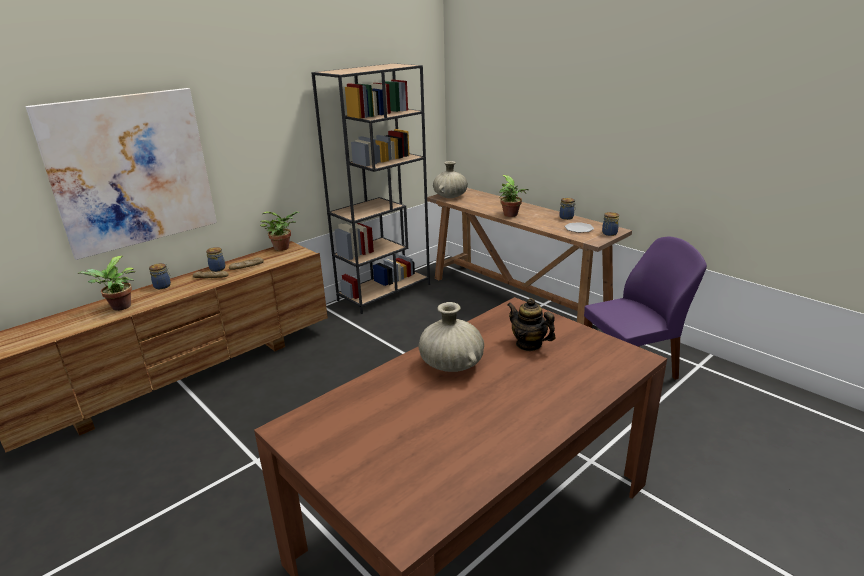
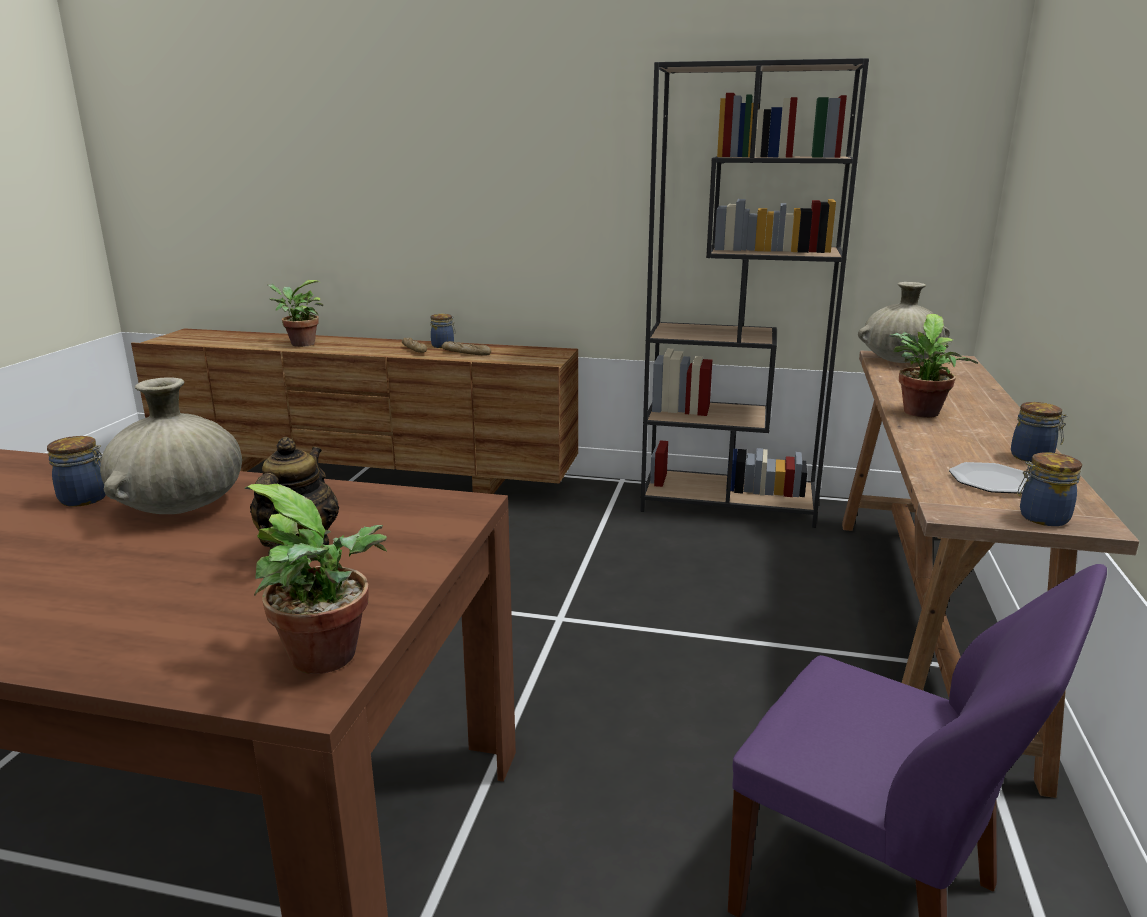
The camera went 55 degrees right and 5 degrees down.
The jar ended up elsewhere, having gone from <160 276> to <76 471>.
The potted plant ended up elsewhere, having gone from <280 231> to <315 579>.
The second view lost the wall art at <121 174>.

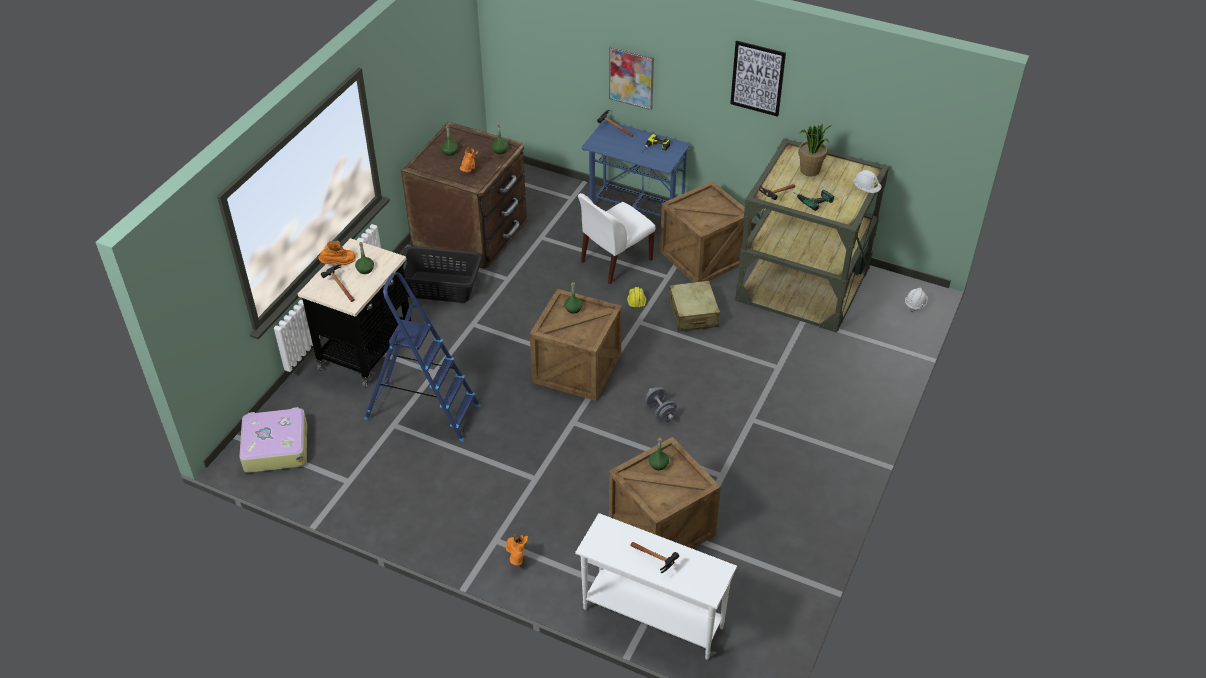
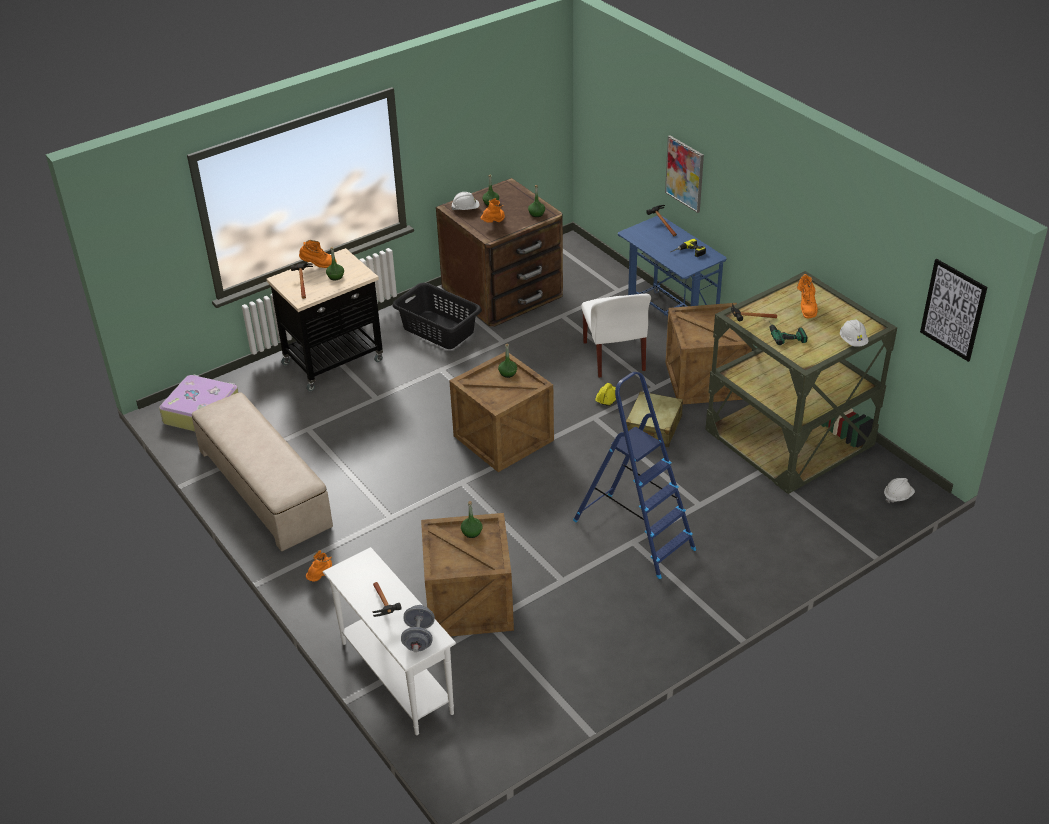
The camera went 30 degrees right and 5 degrees down.
The second view gained the beige indoor bench at <262 471>.
The greyish free weight ended up elsewhere, having gone from <661 404> to <418 628>.
The second view gained the whitish work helmet at <465 201>.
The bluish step ladder ended up elsewhere, having gone from <422 357> to <634 475>.
The whitish upright chair at <617 238> ended up facing another way, 90 degrees counterclockwise from before.
Where the potted plant stood at <815 150>, the orangey boot came to stand at <807 296>.
The wall art ended up elsewhere, having gone from <758 79> to <954 310>.

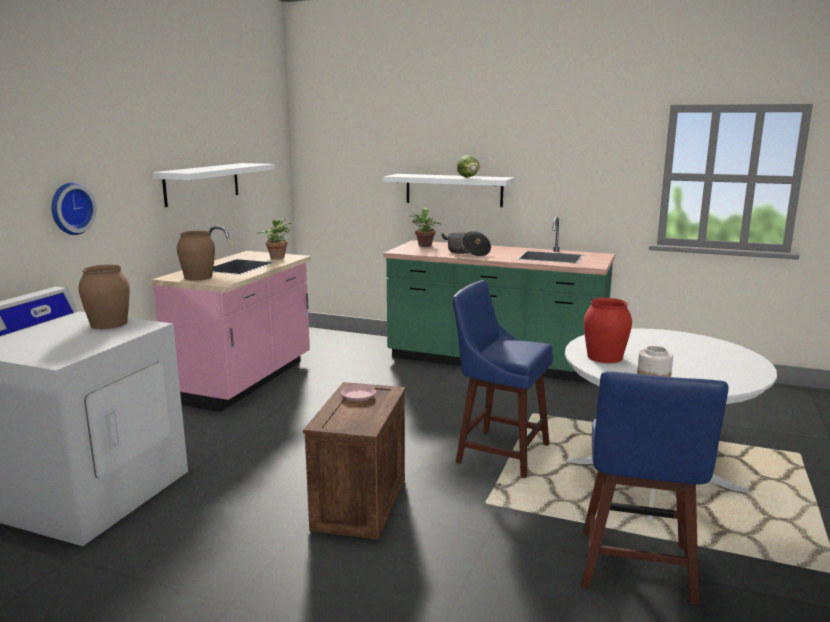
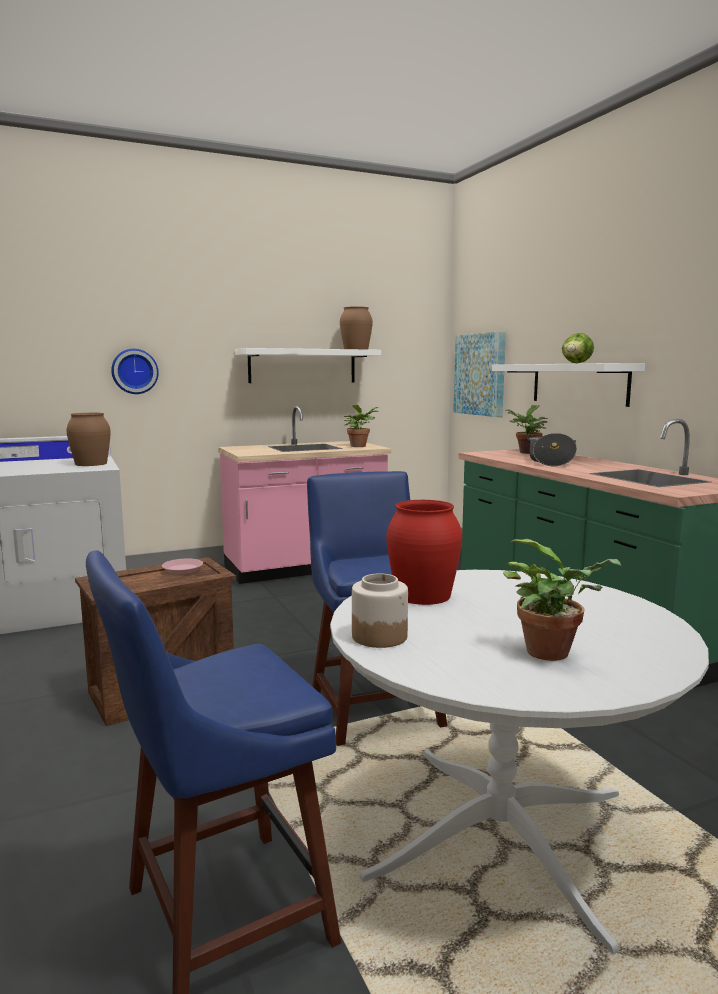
The camera went 45 degrees right and 5 degrees down.
The brownish vase ended up elsewhere, having gone from <196 255> to <356 327>.
The second view gained the wall art at <479 374>.
The second view gained the potted plant at <562 600>.

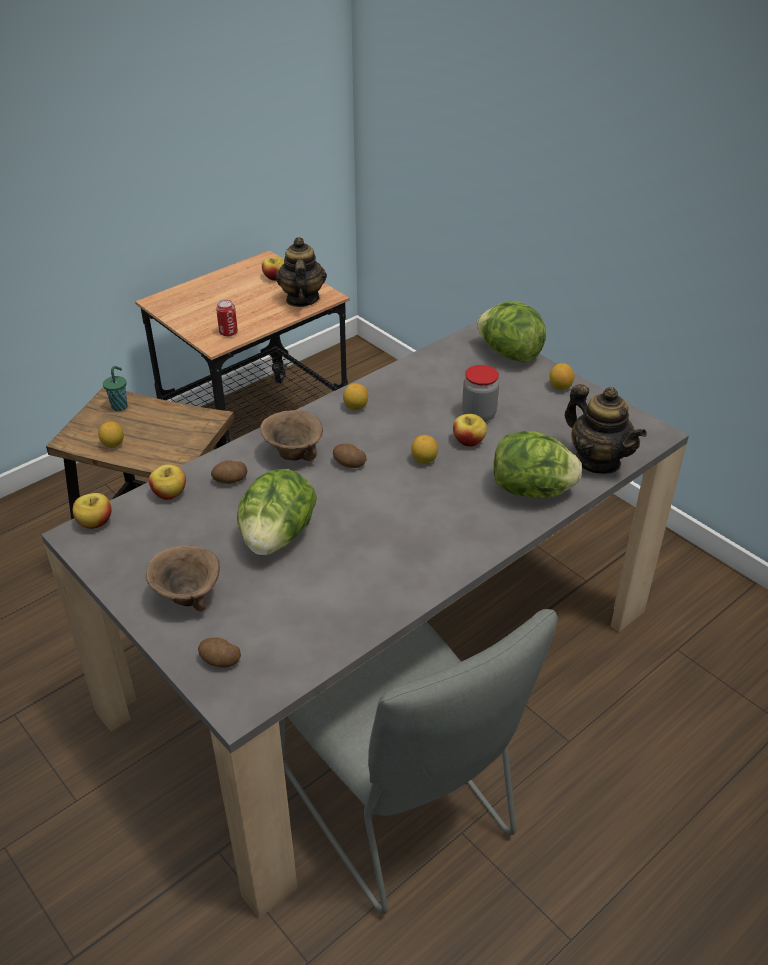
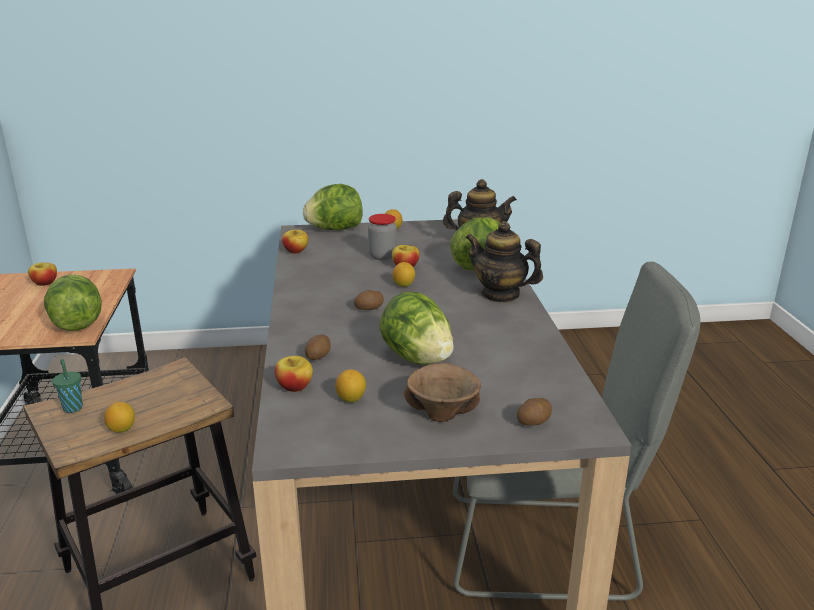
The camera went 55 degrees left and 15 degrees down.
Where the can stood at <227 318>, the head of lettuce came to stand at <73 303>.
The apple ended up elsewhere, having gone from <92 511> to <295 242>.
The lemon ended up elsewhere, having gone from <355 396> to <350 385>.
The tea pot ended up elsewhere, having gone from <301 272> to <504 262>.
The second view lost the brownish serving bowl at <291 435>.

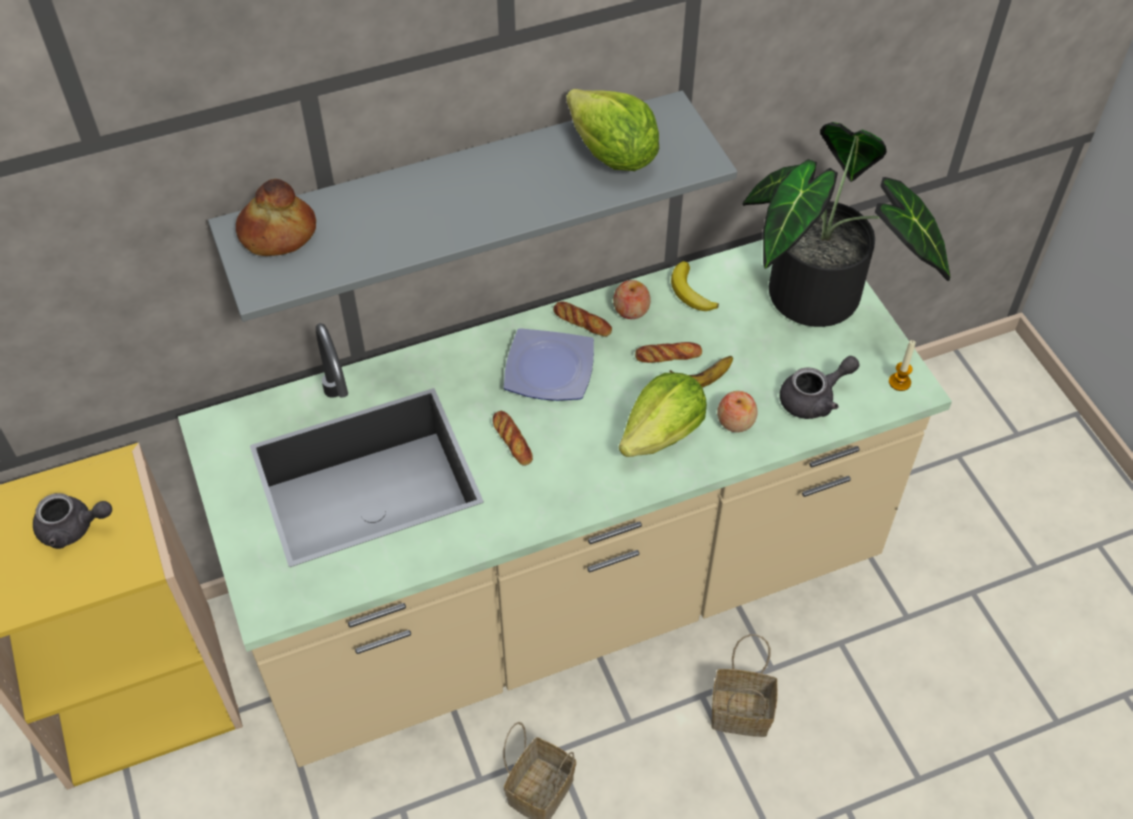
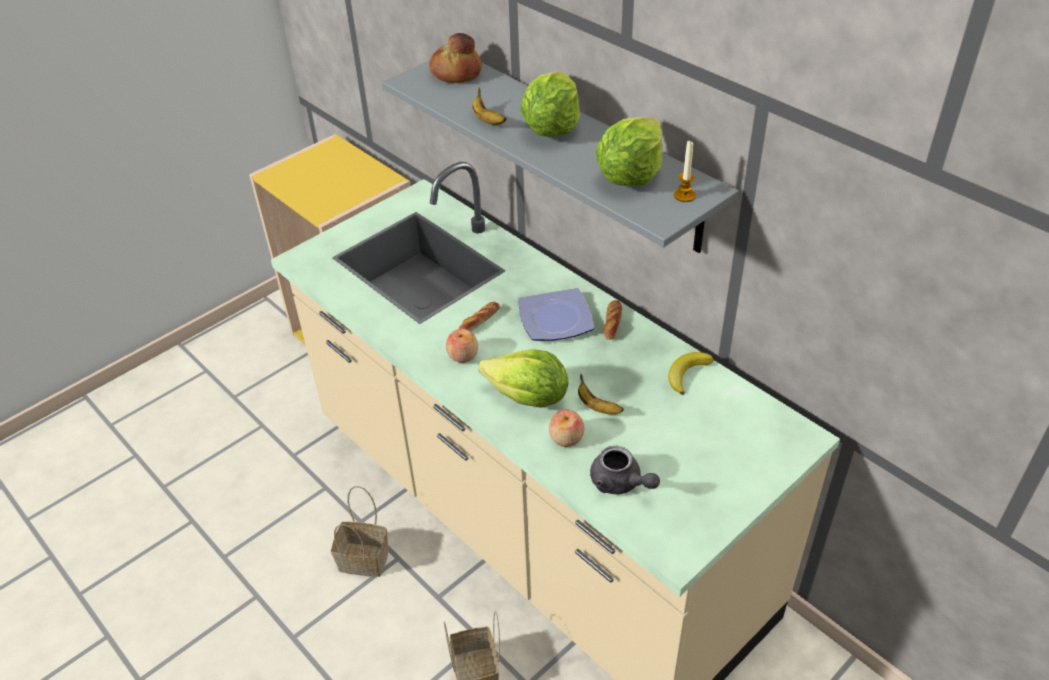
The camera went 70 degrees right and 10 degrees down.
The apple ended up elsewhere, having gone from <632 299> to <462 346>.
The second view gained the banana at <489 106>.
The second view gained the head of lettuce at <550 104>.
The wax candle ended up elsewhere, having gone from <902 365> to <685 171>.
The second view lost the greyish tea pot at <72 521>.
The second view lost the baked bread at <668 352>.
The second view lost the potted plant at <846 224>.

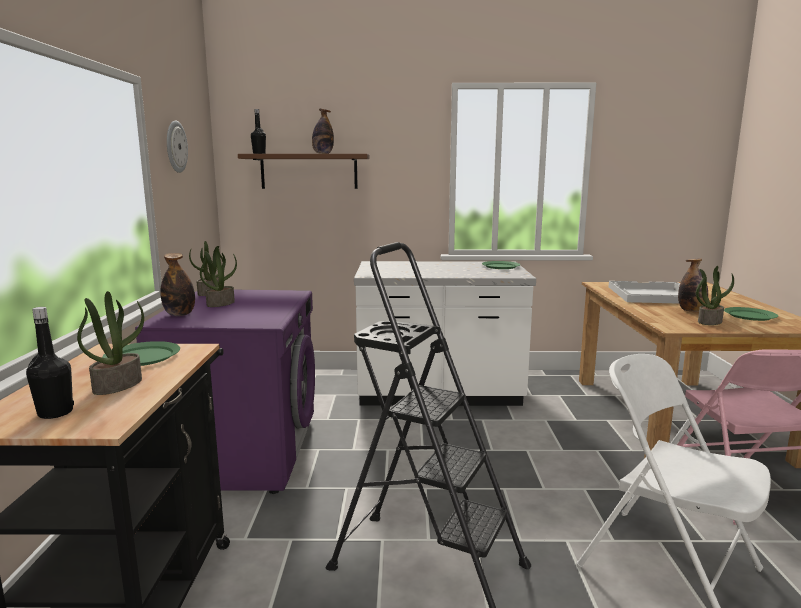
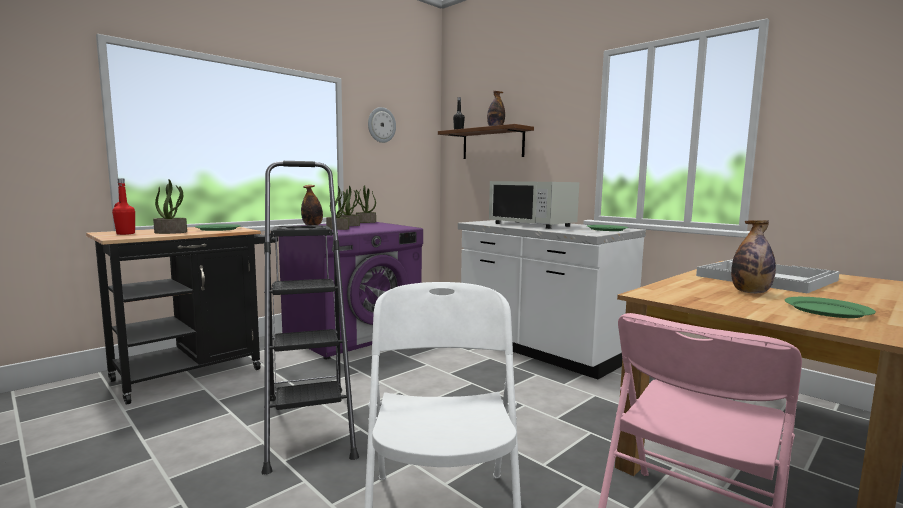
The camera went 45 degrees right and 5 degrees down.
What was the black-coloured beverage bottle at <50 363> turned into the red-coloured beverage bottle at <123 207>.
The potted plant ended up elsewhere, having gone from <715 295> to <337 208>.
The second view gained the whitish microwave oven at <534 205>.

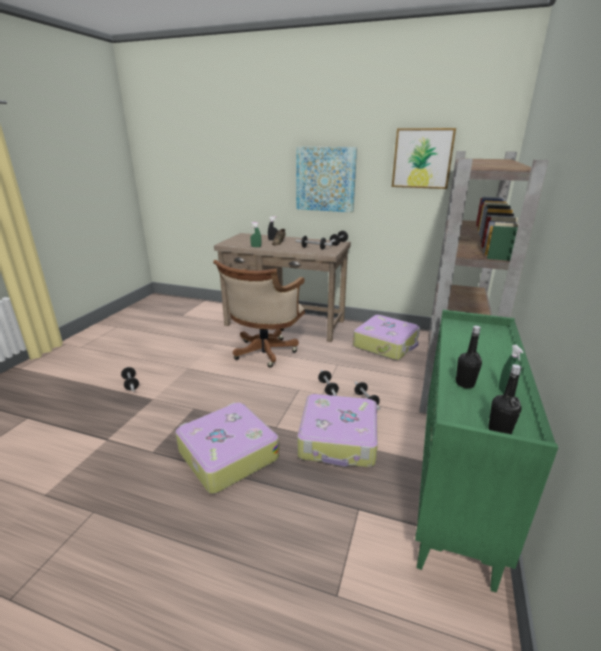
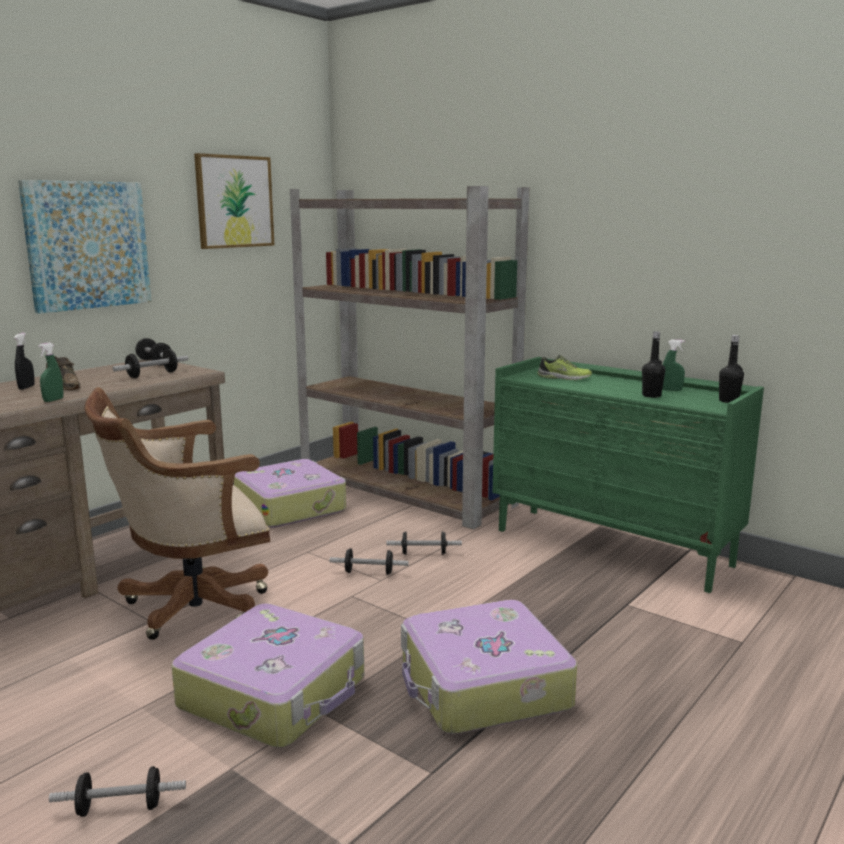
The camera went 70 degrees left and 10 degrees down.
The office chair at <259 314> ended up facing another way, 105 degrees clockwise from before.
The travel case ended up elsewhere, having gone from <337 430> to <267 676>.
The second view gained the item of footwear at <564 367>.

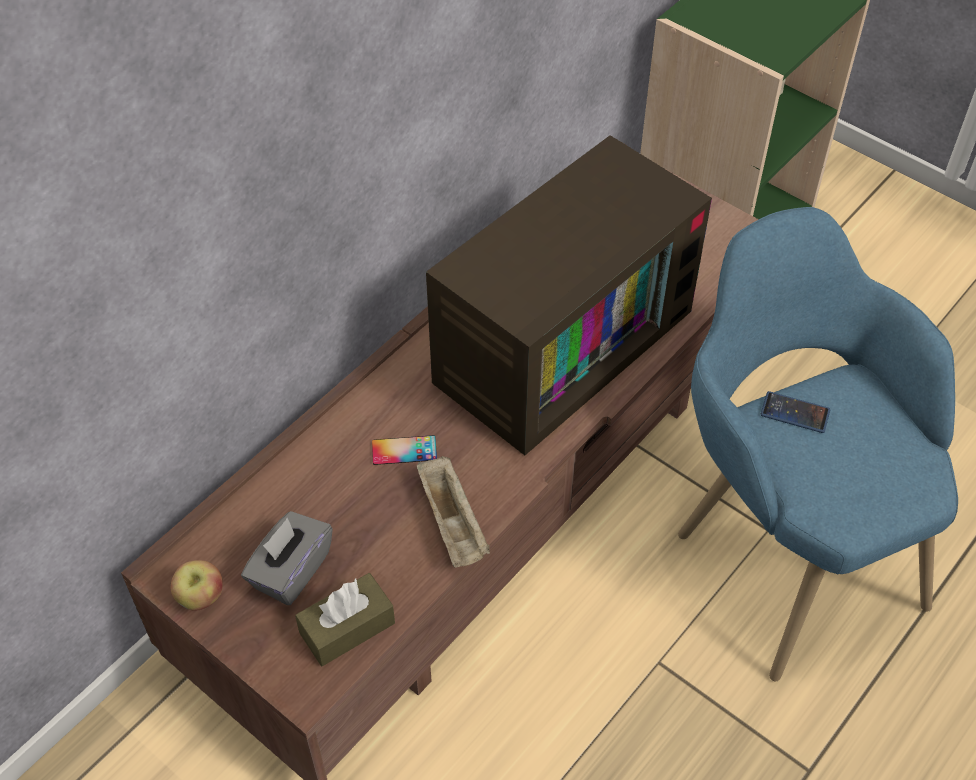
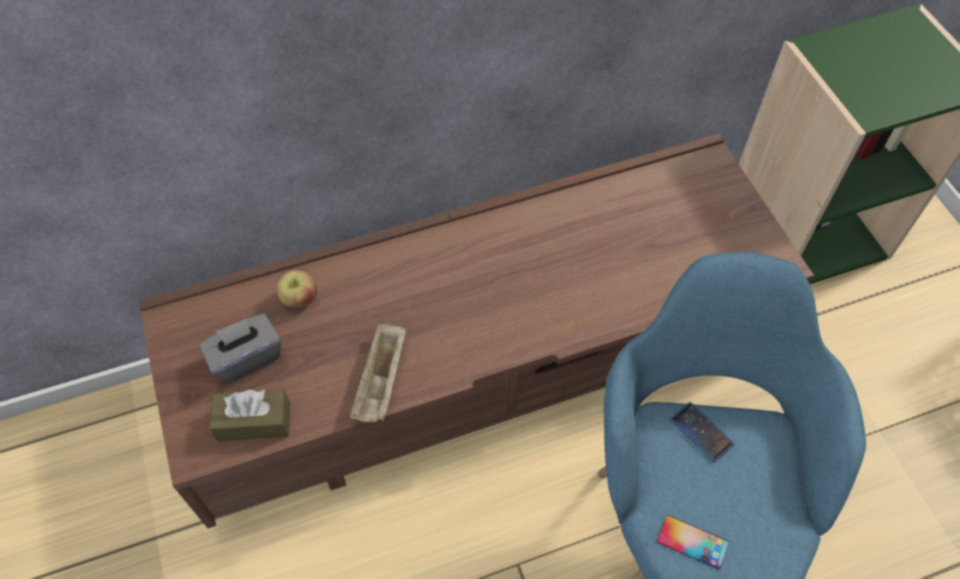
The camera went 30 degrees right and 5 degrees up.
The apple ended up elsewhere, having gone from <197 585> to <296 289>.
The phone ended up elsewhere, having gone from <404 450> to <693 542>.
The second view lost the TV set at <569 295>.

